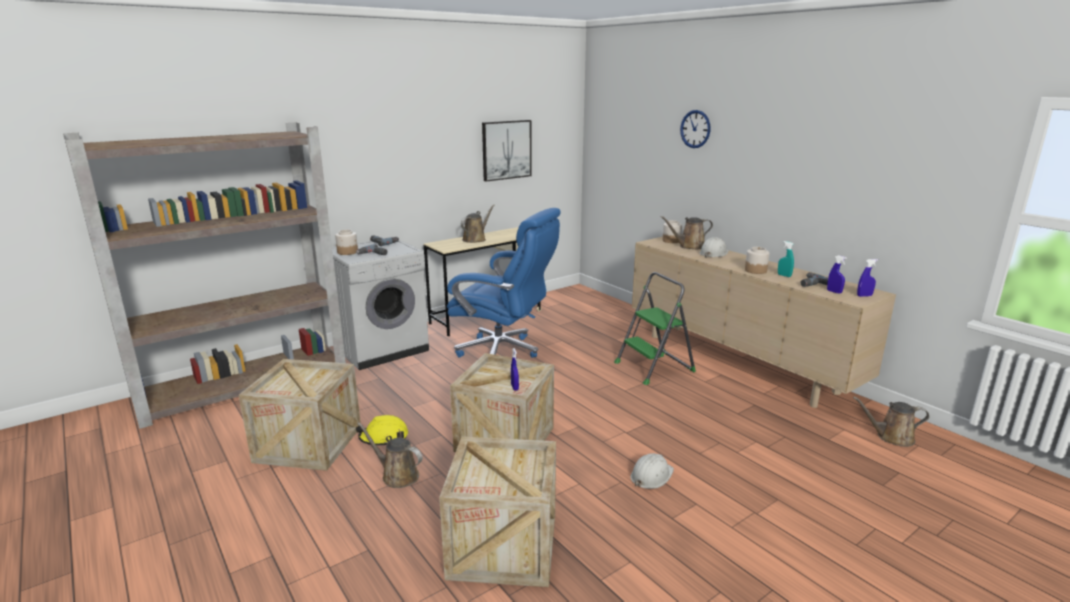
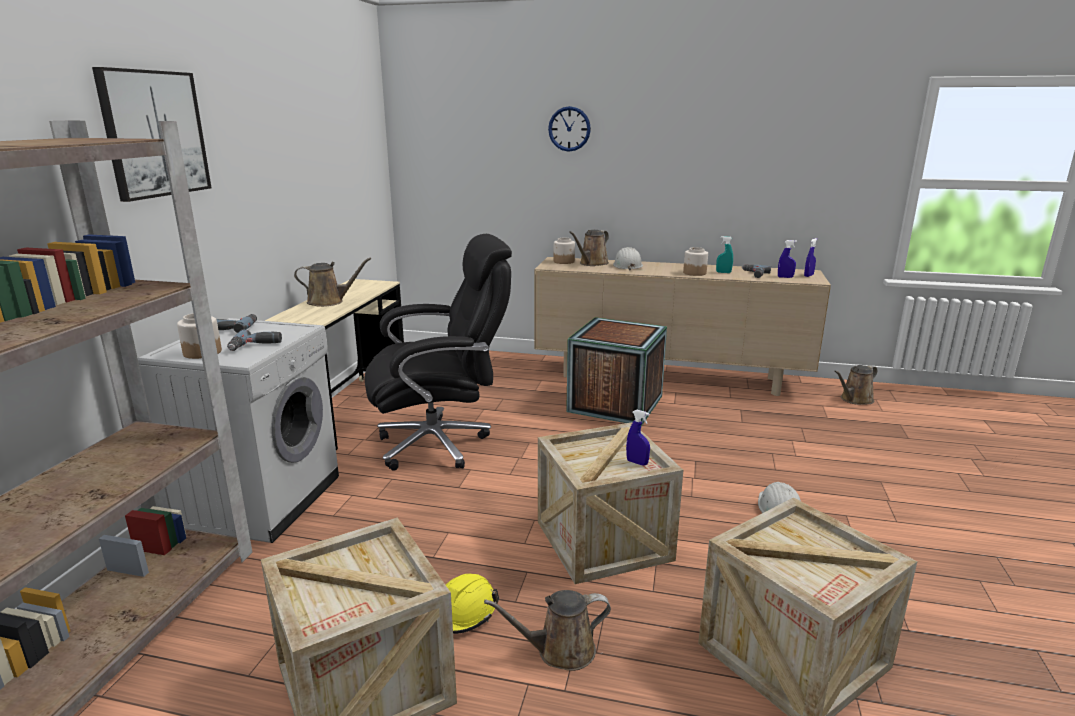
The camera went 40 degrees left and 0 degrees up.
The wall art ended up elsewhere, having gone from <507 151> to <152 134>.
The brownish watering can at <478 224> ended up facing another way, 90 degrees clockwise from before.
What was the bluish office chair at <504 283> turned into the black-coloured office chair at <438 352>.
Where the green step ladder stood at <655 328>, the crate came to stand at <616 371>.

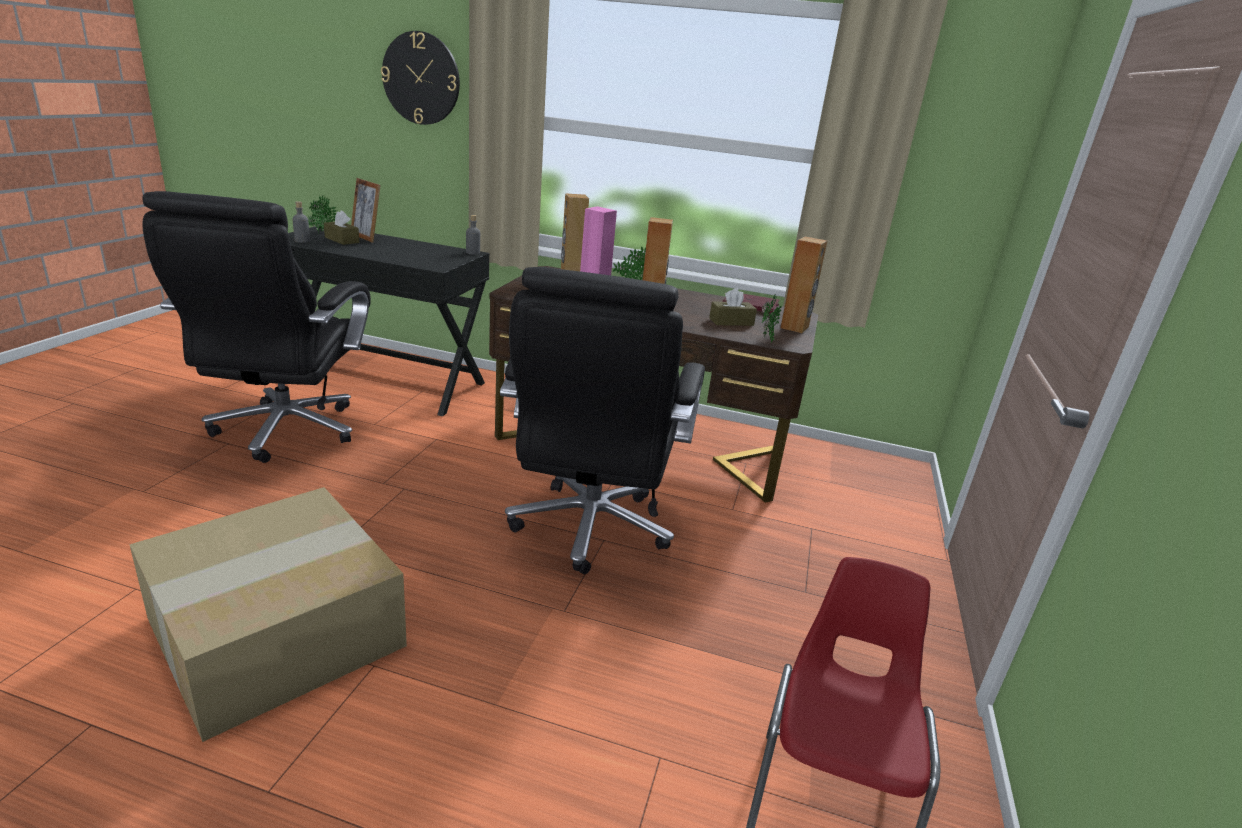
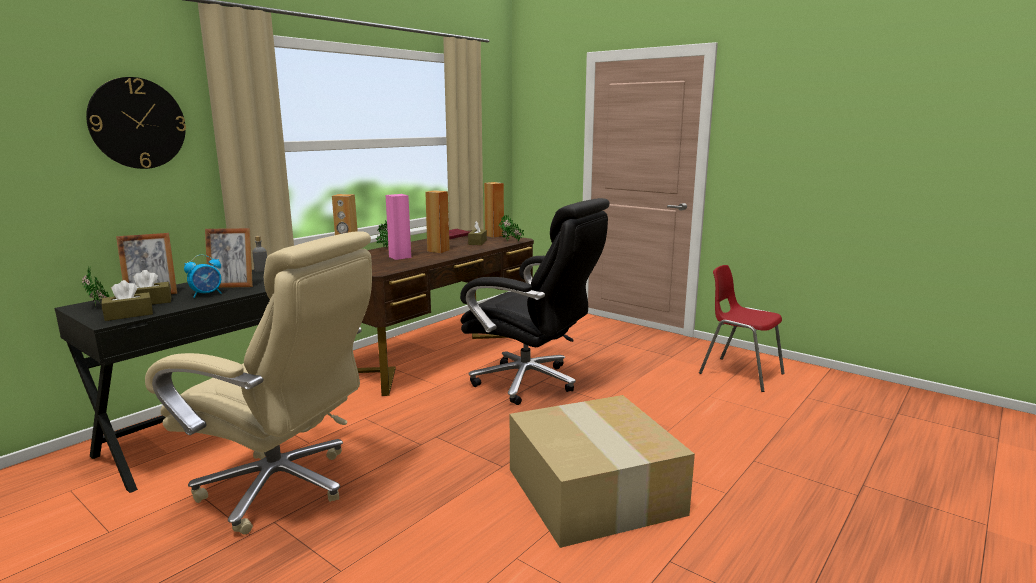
The camera went 65 degrees left and 10 degrees down.
Where the greyish beverage bottle stood at <301 222>, the brownish tissue box came to stand at <127 300>.
What was the black-coloured office chair at <256 327> turned into the beige office chair at <258 382>.
The second view gained the table clock at <202 276>.
The second view gained the picture frame at <229 258>.

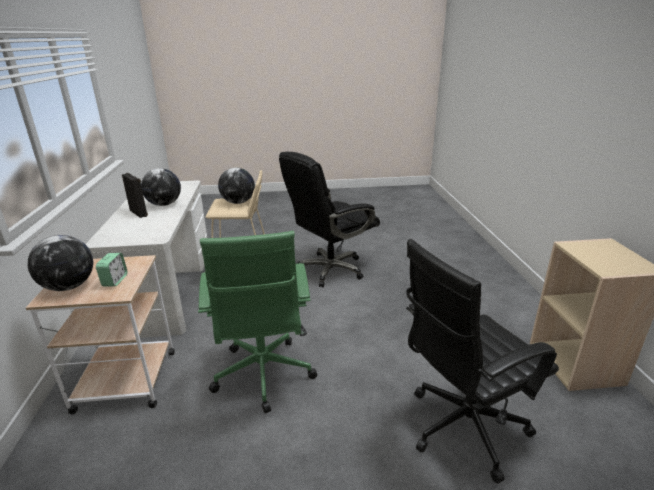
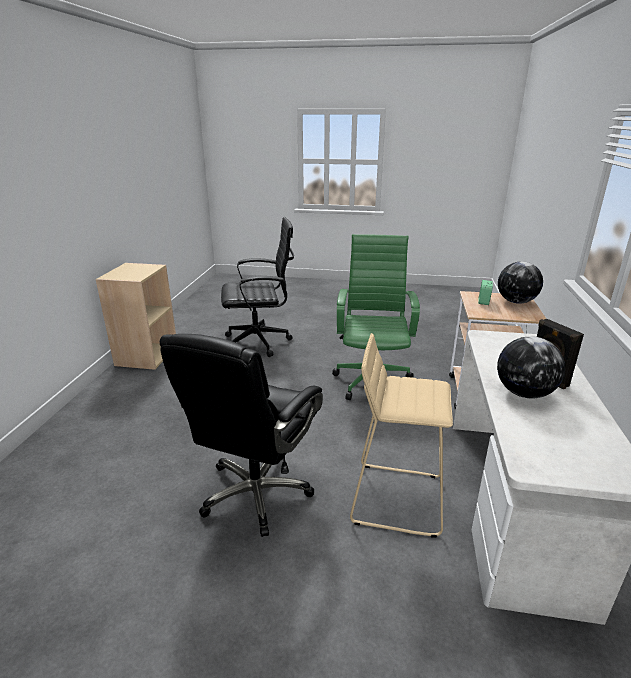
The camera went 165 degrees left and 0 degrees up.
The black-coloured office chair at <329 219> ended up facing another way, 135 degrees clockwise from before.
The second view lost the desk globe at <236 186>.

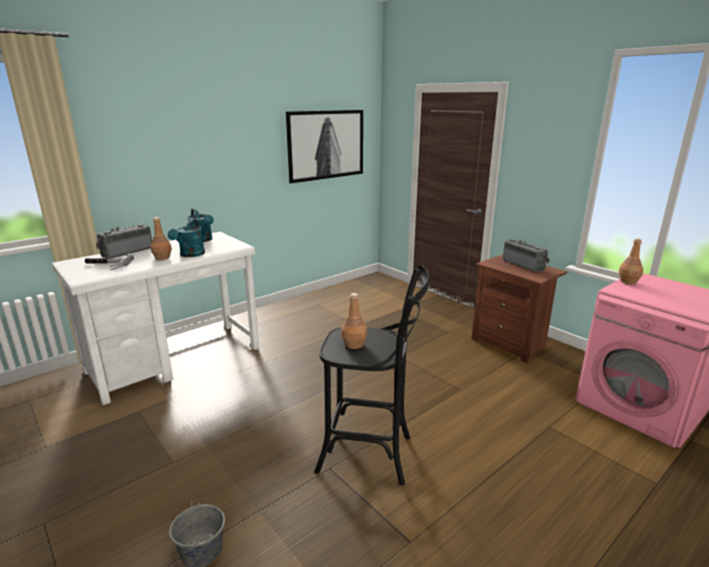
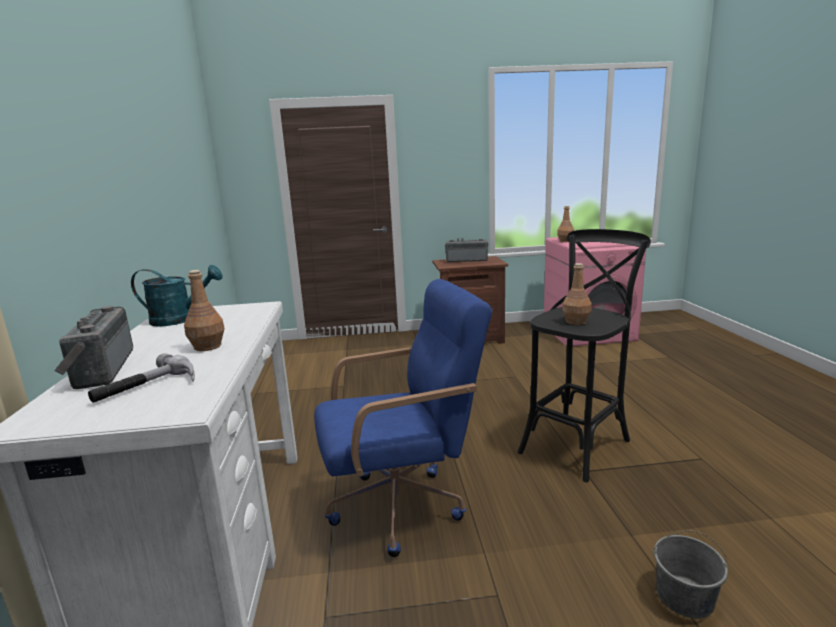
The camera went 55 degrees left and 5 degrees down.
The second view gained the bluish office chair at <403 418>.
The second view lost the turquoise-coloured watering can at <186 238>.
The second view lost the wall art at <324 146>.

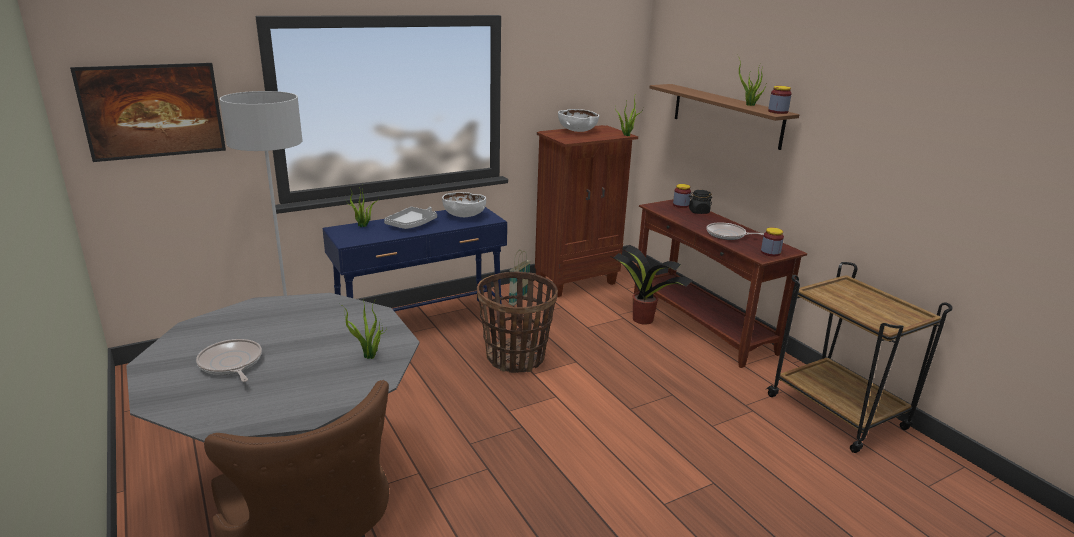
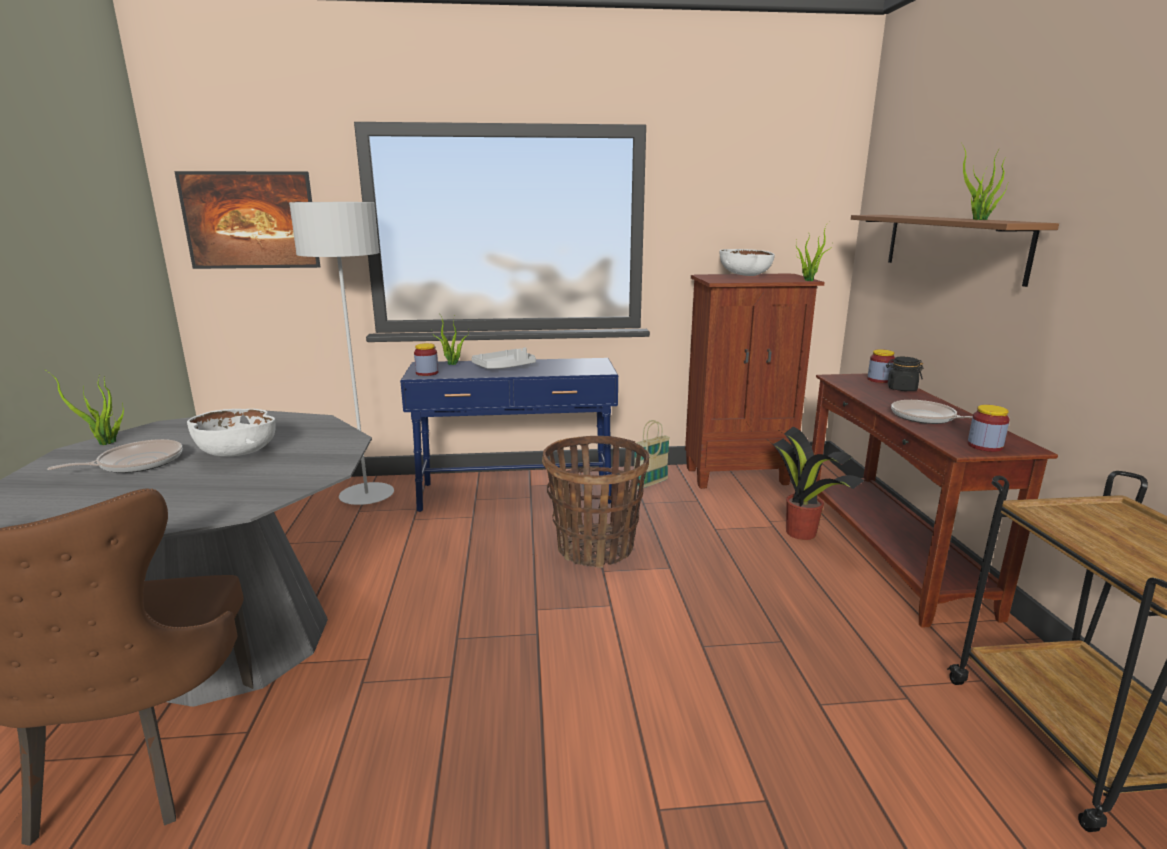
The camera went 25 degrees right and 5 degrees down.
The potted plant ended up elsewhere, having gone from <363 329> to <84 407>.
The pan at <229 360> ended up facing another way, 60 degrees clockwise from before.
The whitish serving bowl ended up elsewhere, having gone from <464 204> to <231 433>.
The jar ended up elsewhere, having gone from <780 100> to <426 359>.

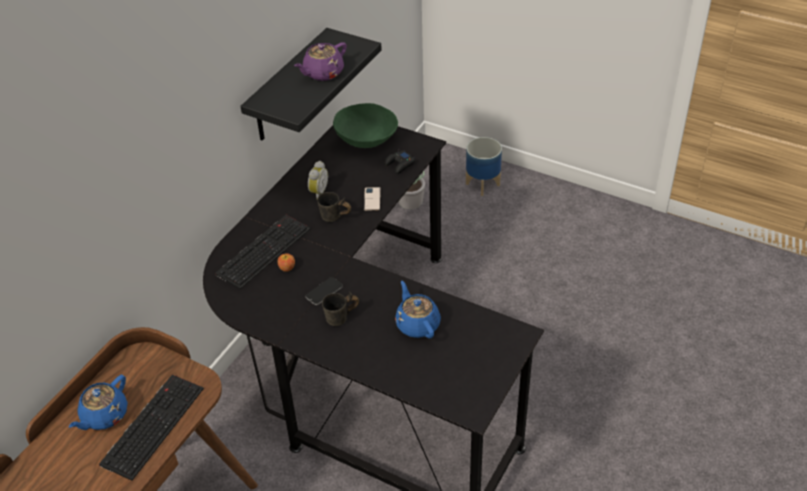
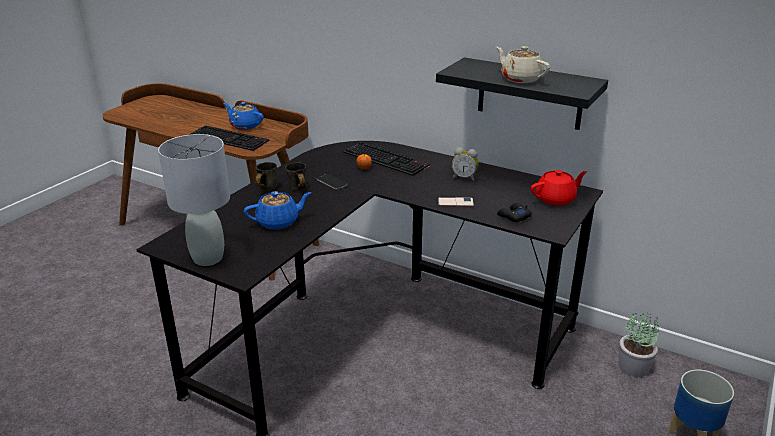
The camera went 90 degrees right and 15 degrees down.
The second view gained the greyish lamp for a table at <194 200>.
The greyish mug ended up elsewhere, having gone from <334 207> to <266 176>.
What was the purple tea pot at <320 61> turned into the beige tea pot at <523 64>.
Where the green serving bowl stood at <365 125>, the red-coloured tea pot came to stand at <559 188>.

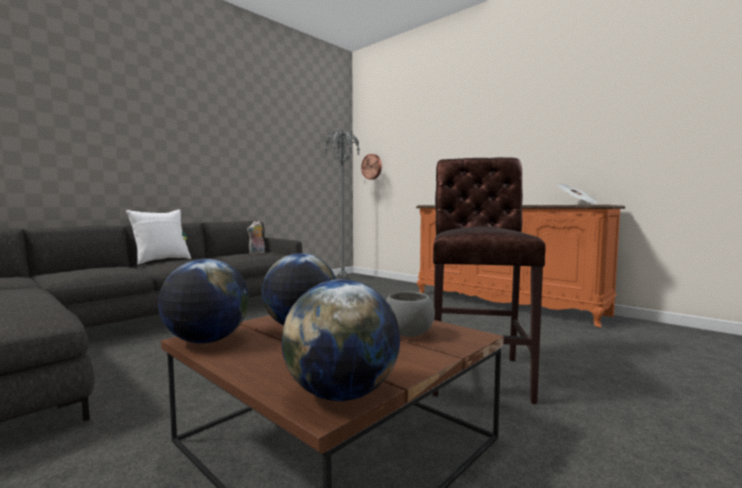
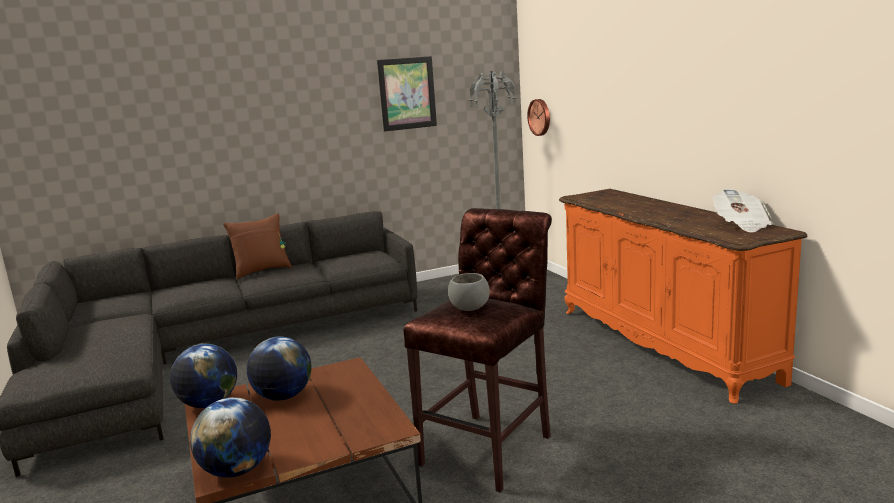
The camera went 25 degrees right and 10 degrees up.
What was the whitish cushion at <158 237> turned into the brownish cushion at <257 246>.
The second view gained the wall art at <407 94>.
The greyish serving bowl ended up elsewhere, having gone from <410 314> to <469 292>.
The second view lost the cuddly toy at <256 237>.

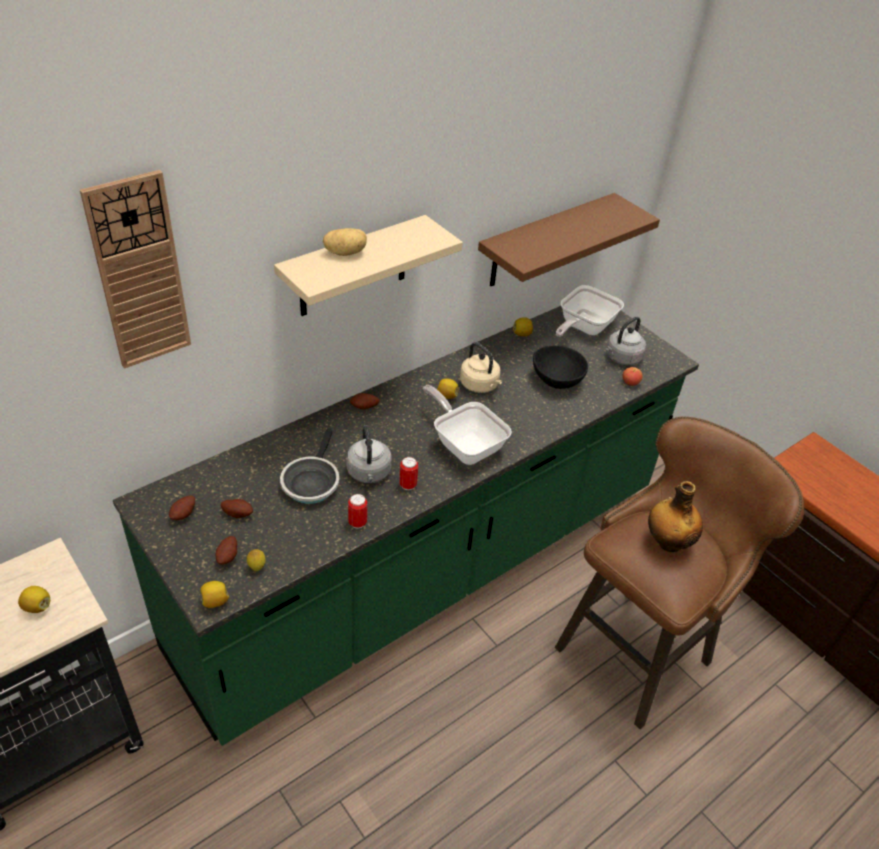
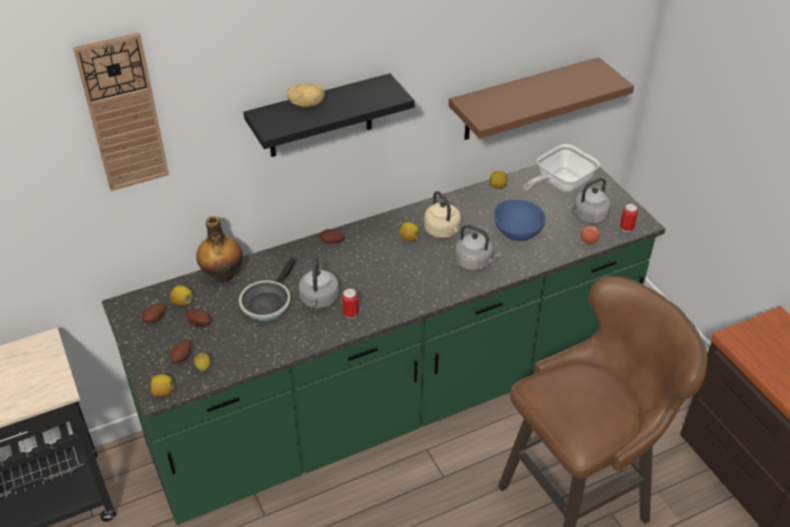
The camera went 15 degrees right and 0 degrees up.
The lemon ended up elsewhere, having gone from <34 599> to <181 295>.
The beverage bottle ended up elsewhere, having gone from <675 516> to <219 249>.
What was the beige bracket shelf at <368 265> turned into the black-coloured bracket shelf at <329 115>.
The second view gained the greyish kettle at <478 248>.
What was the black-coloured serving bowl at <560 367> turned into the bluish serving bowl at <520 220>.
The can ended up elsewhere, having gone from <357 511> to <629 218>.
The second view lost the pan at <467 425>.

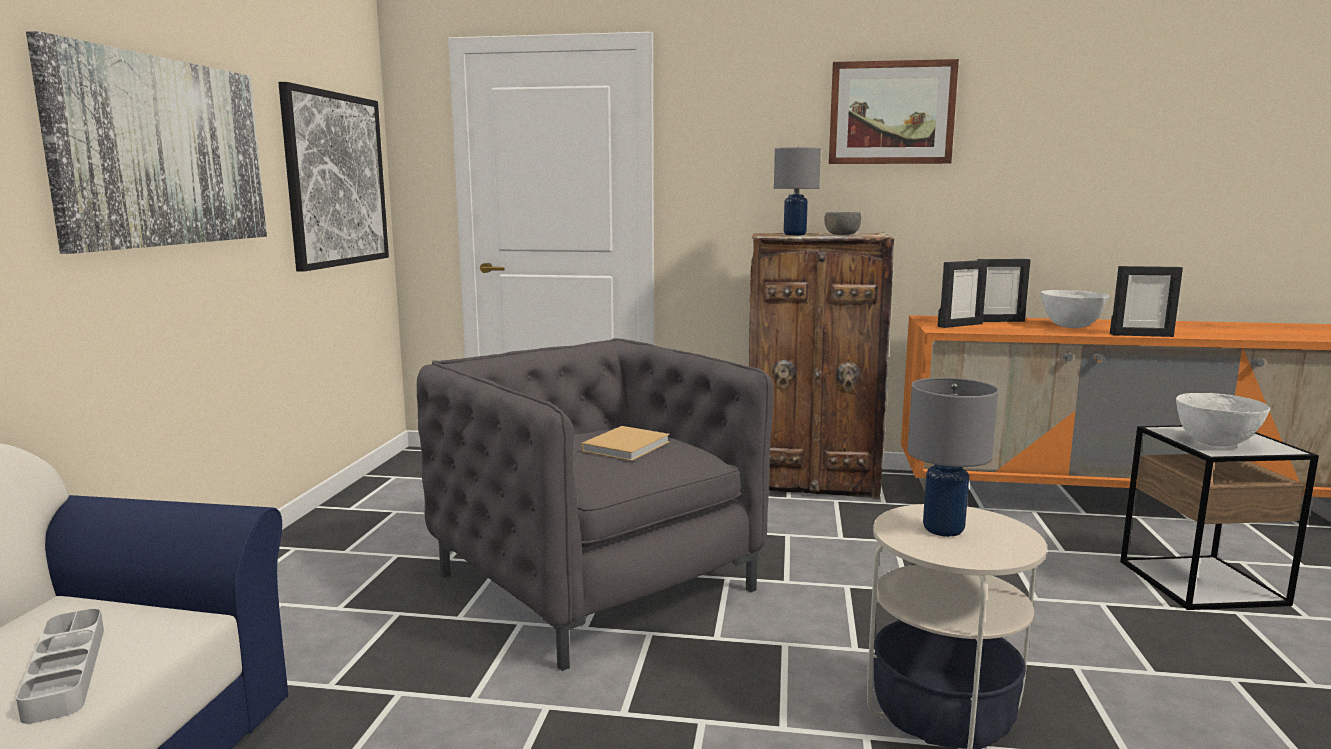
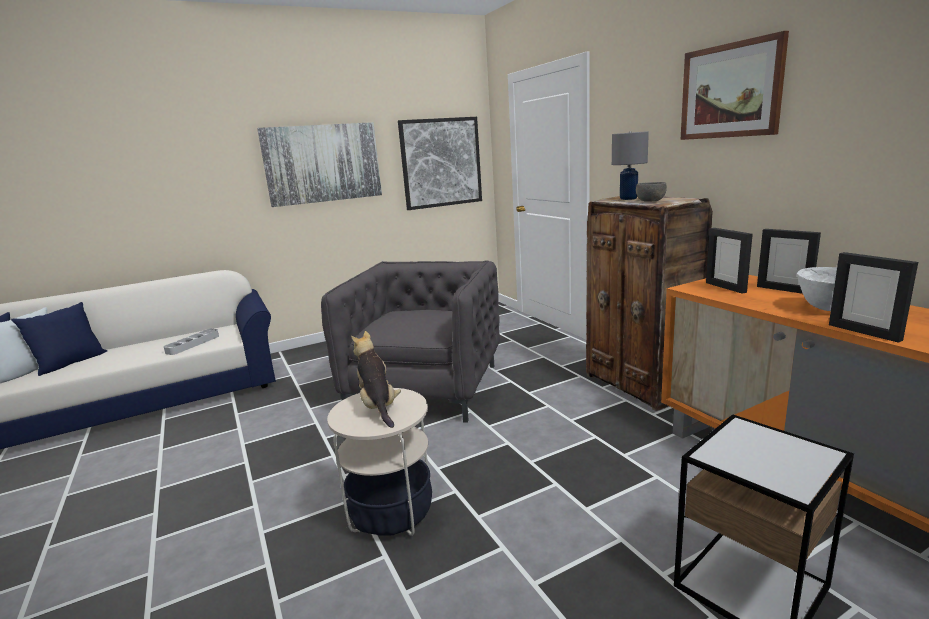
The camera went 55 degrees right and 5 degrees up.
Where the greyish lamp for a table stood at <952 457>, the cuddly toy came to stand at <376 379>.
The picture frame at <962 294> ended up facing another way, 45 degrees clockwise from before.
The second view lost the beige bound book at <625 443>.
The second view lost the whitish serving bowl at <1223 419>.

